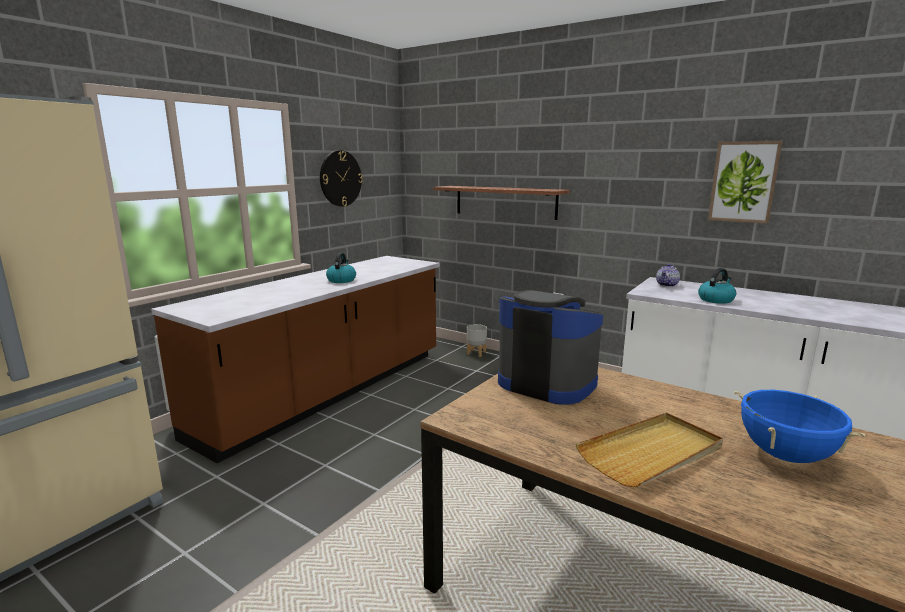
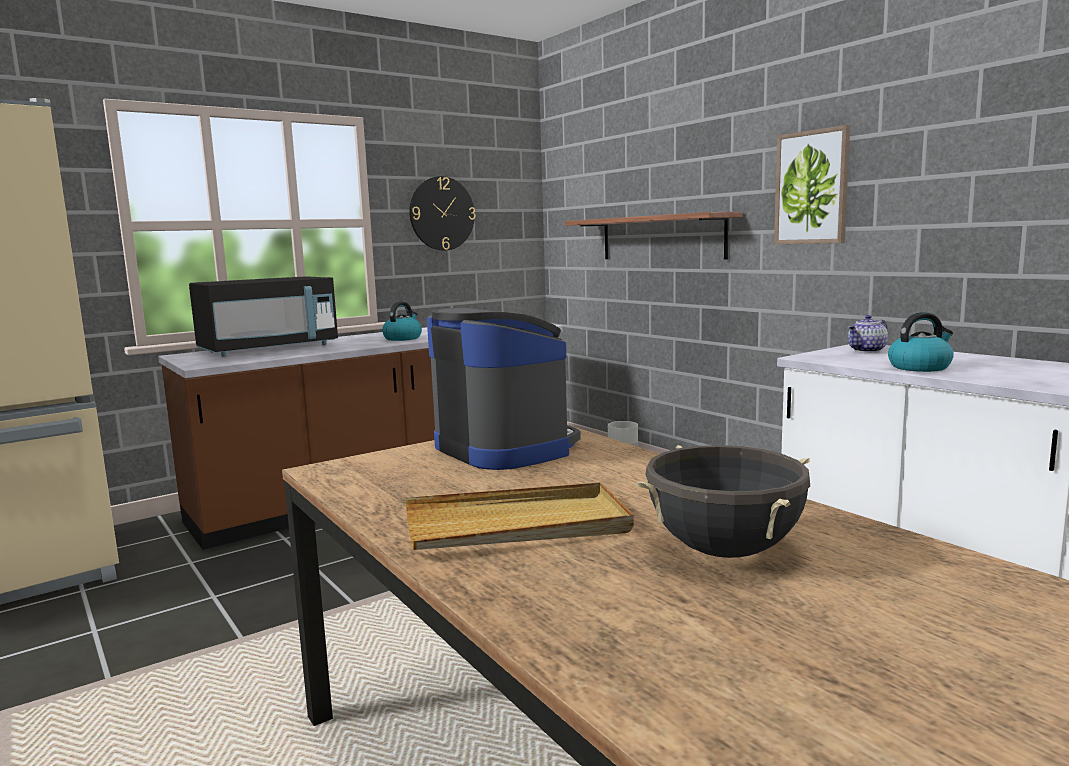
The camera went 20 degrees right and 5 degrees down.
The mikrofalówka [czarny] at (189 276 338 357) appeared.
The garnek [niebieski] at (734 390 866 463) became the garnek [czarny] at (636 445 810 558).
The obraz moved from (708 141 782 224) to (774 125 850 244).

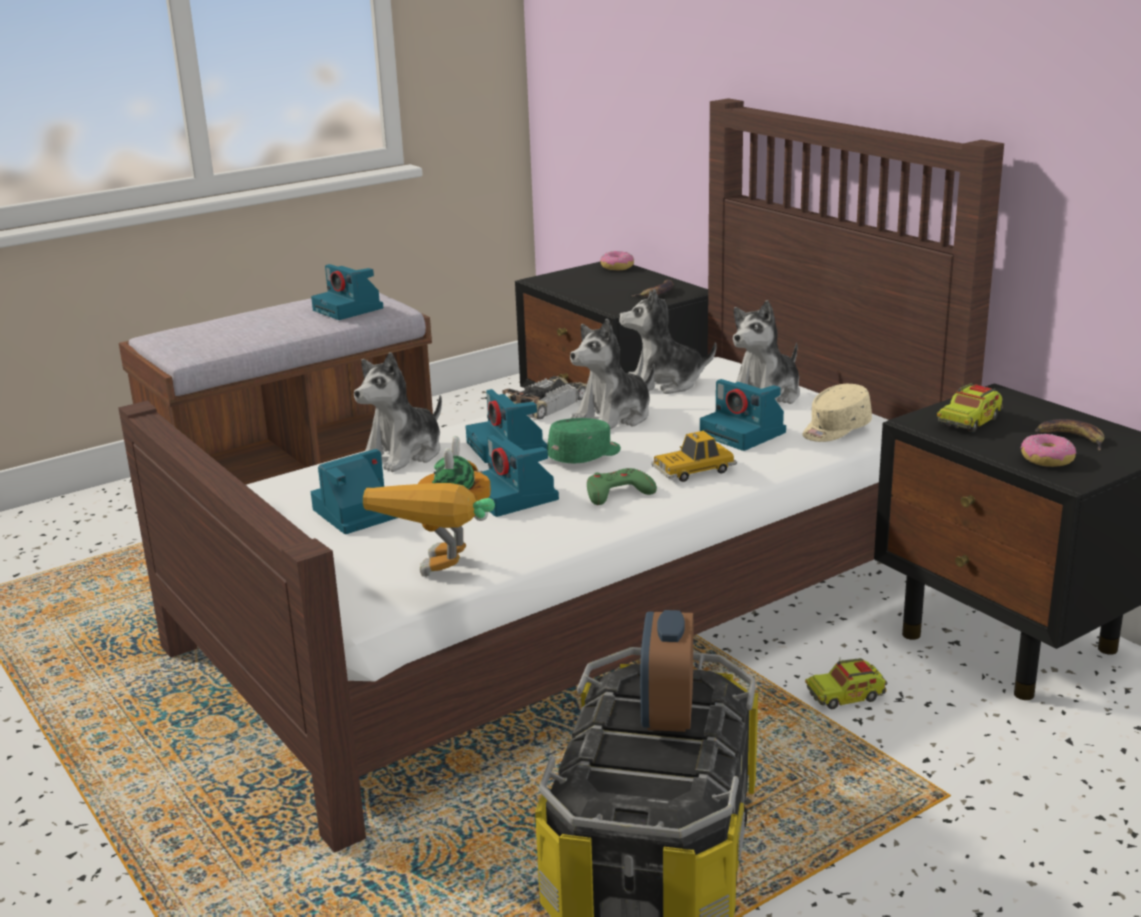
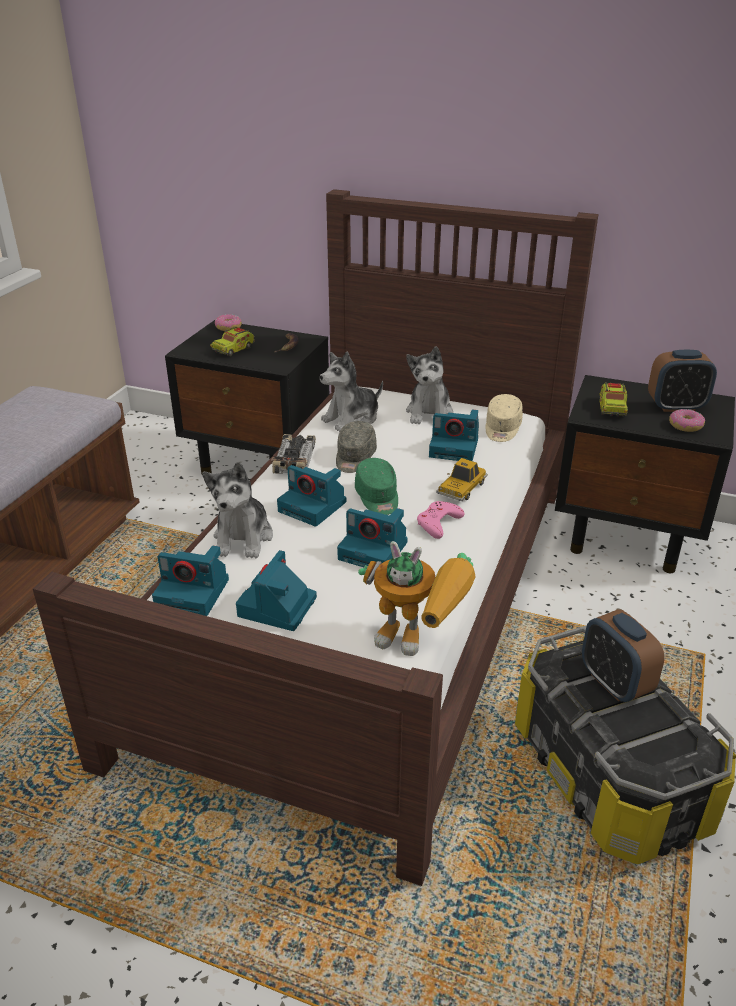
The camera went 35 degrees left and 10 degrees up.
The aparat fotograficzny moved from (311 264 383 320) to (152 546 229 616).
The ciężarówka zabawkowa moved from (805 658 887 709) to (210 327 255 356).
The pluszak at (570 319 655 429) was replaced by the czapka z daszkiem [szary] at (336 421 377 473).
The czapka z daszkiem [zielony] at (547 418 621 463) turned 150 degrees clockwise.
The robot zabawkowy at (363 436 495 577) turned 45 degrees counterclockwise.
The pad do gier [zielony] at (587 468 657 505) became the pad do gier [różowy] at (417 501 465 539).
The banan at (1035 419 1104 451) was replaced by the budzik at (648 350 717 412).

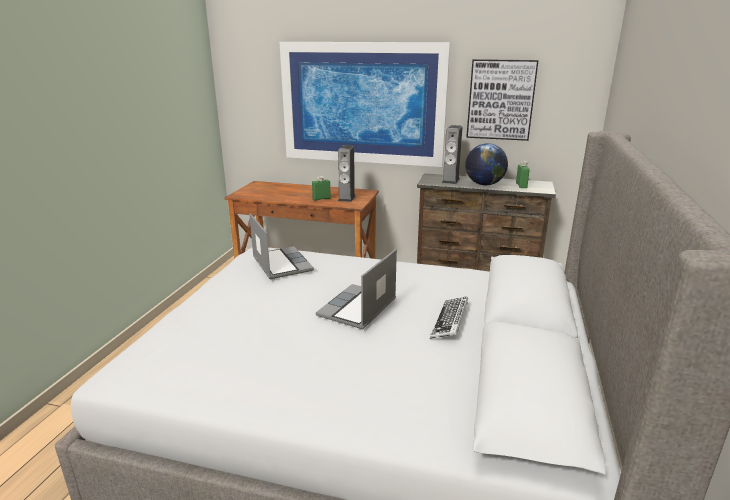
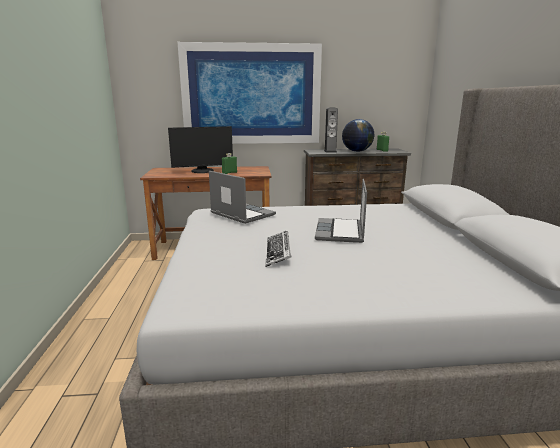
The camera went 20 degrees left and 5 degrees down.
The monitor at (168 126 233 173) appeared.
The klawiatura moved from (430 297 468 339) to (265 231 291 267).
The głośnik at (338 145 355 202) disappeared.
The obraz at (466 59 539 141) disappeared.

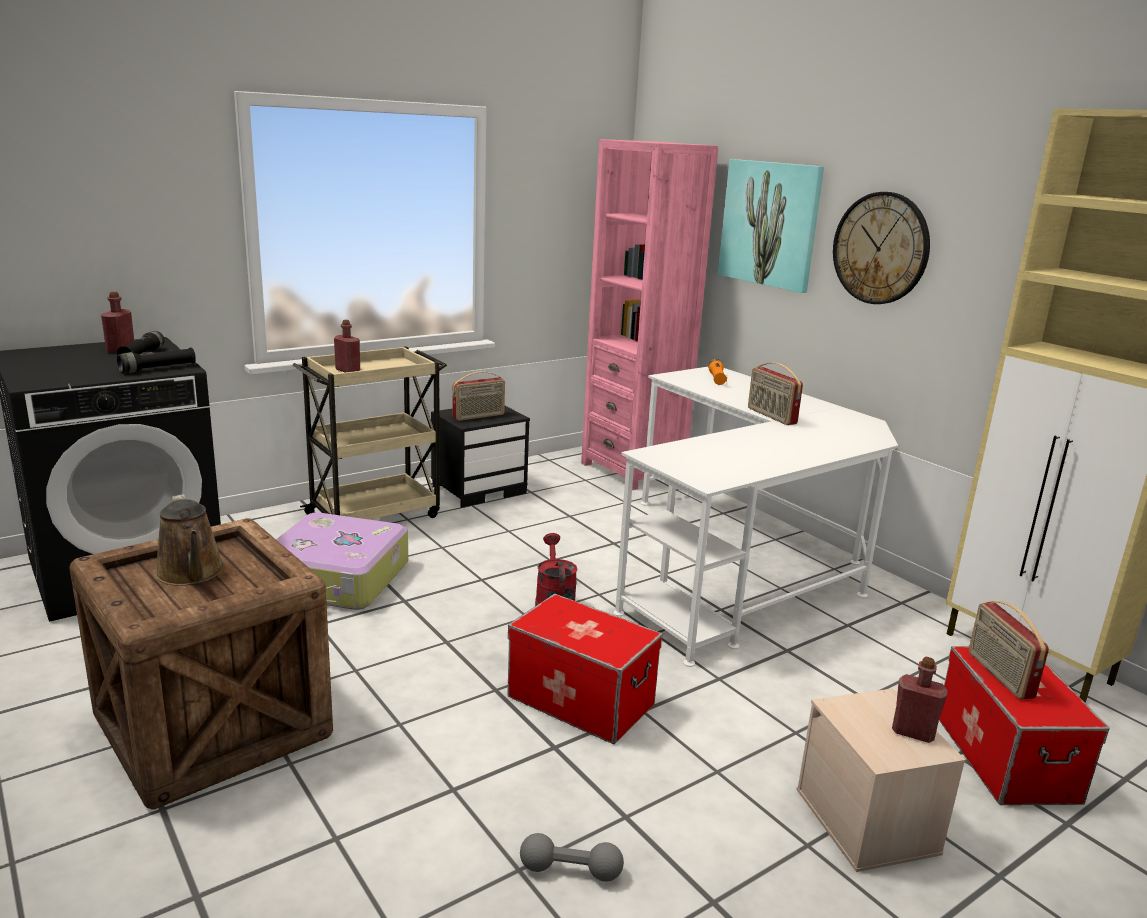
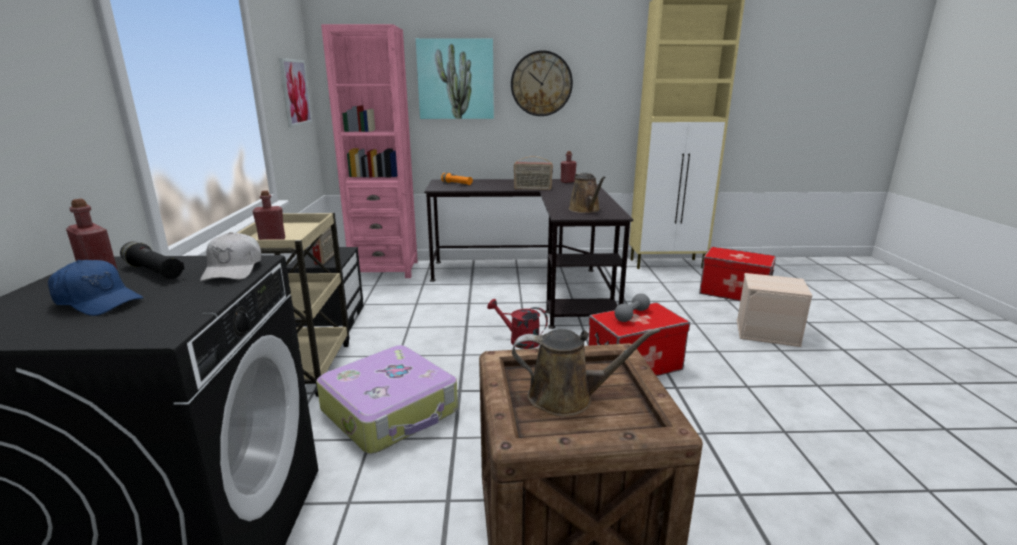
The camera went 55 degrees left and 0 degrees up.
The czapka z daszkiem [niebieski] at (48 260 144 316) appeared.
The latarka [czarny] at (117 347 196 373) was replaced by the czapka z daszkiem [biały] at (200 232 262 281).
The obraz at (279 58 312 127) appeared.
The biurko [biały] at (614 367 898 667) became the biurko [czarny] at (424 179 633 329).
The butelka [czerwony] moved from (892 657 948 743) to (561 151 577 183).
The konewka [brązowy] at (569 173 606 213) appeared.
The hantel [szary] moved from (520 833 624 882) to (615 293 650 322).
The radio at (969 601 1049 699) disappeared.

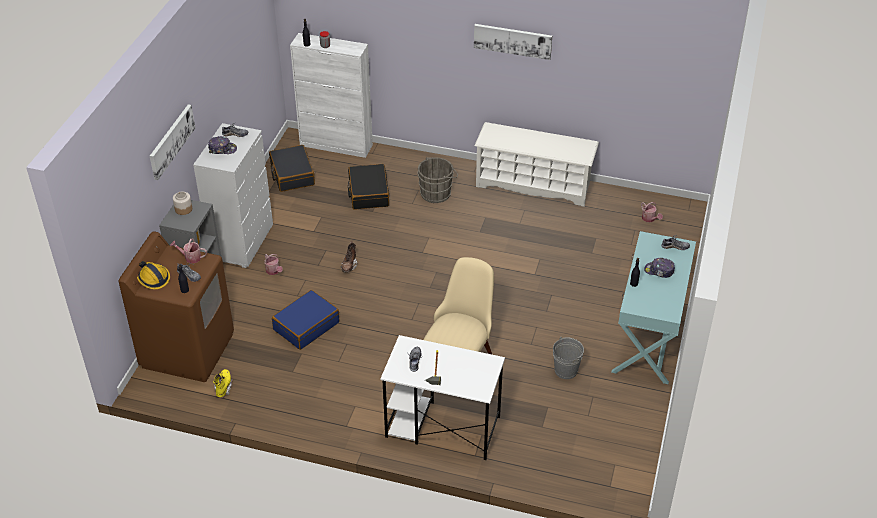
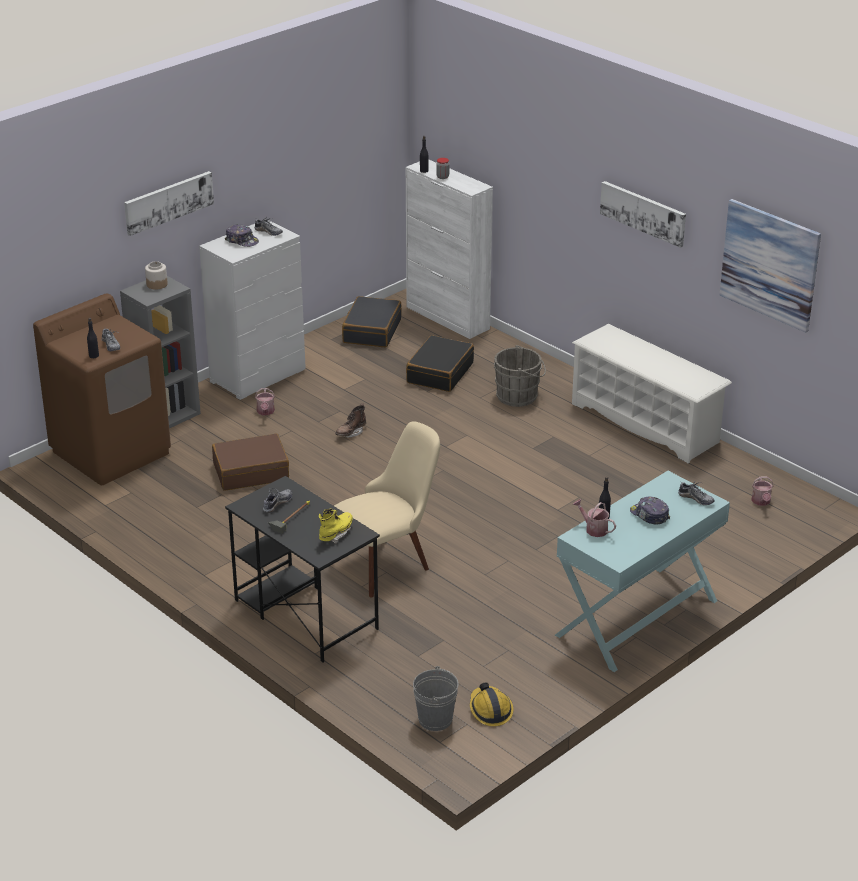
The camera went 30 degrees right and 10 degrees down.
The walizka [niebieski] at (272 290 339 350) became the walizka [brązowy] at (212 434 289 491).
The biurko [biały] at (380 335 505 460) became the biurko [czarny] at (225 476 380 663).
The but z cholewką [żółty] moved from (213 369 233 397) to (319 508 353 544).
The wiadro [szary] moved from (553 337 584 379) to (413 666 459 731).
The kask moved from (137 261 170 289) to (470 683 514 726).
The konewka moved from (170 239 207 263) to (573 499 616 537).
The obraz at (720 199 821 333) appeared.

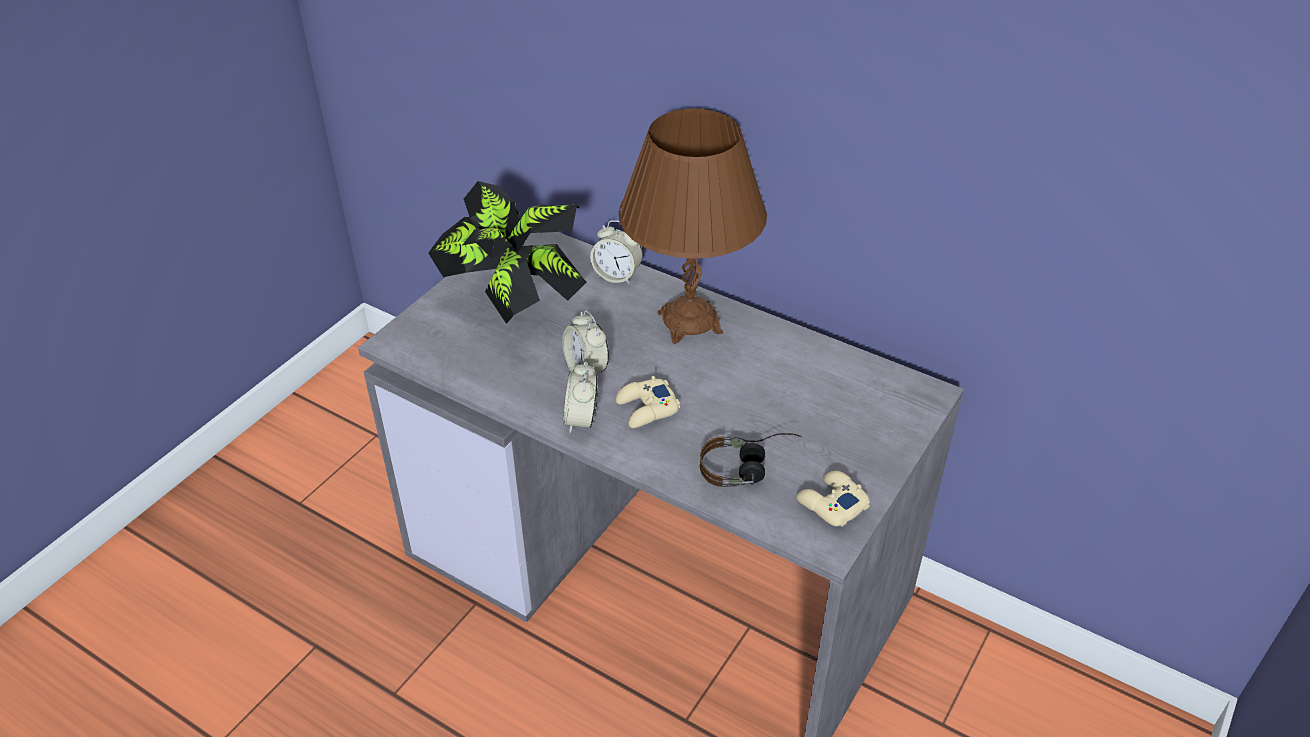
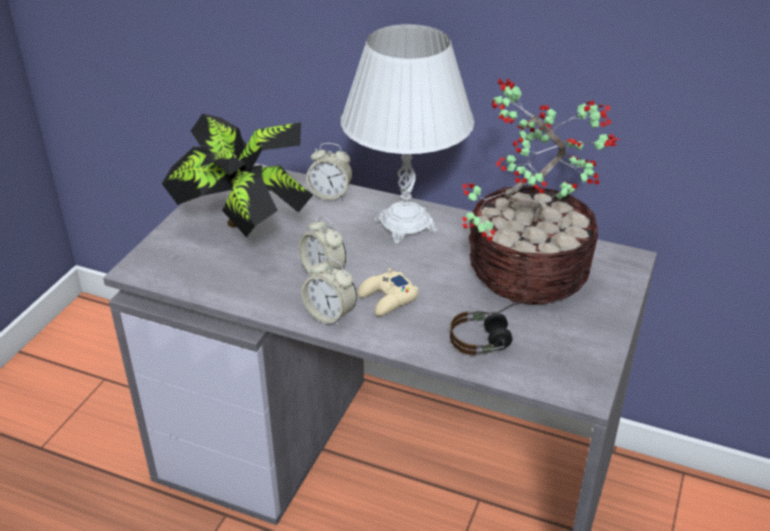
The camera went 10 degrees left and 5 degrees down.
The budzik at (563 362 598 433) turned 45 degrees counterclockwise.
The lampa stołowa [brązowy] at (618 109 767 344) became the lampa stołowa [biały] at (341 24 474 244).
The roślina doniczkowa at (462 79 620 304) appeared.
The pad do gier [beżowy] at (796 471 870 526) disappeared.

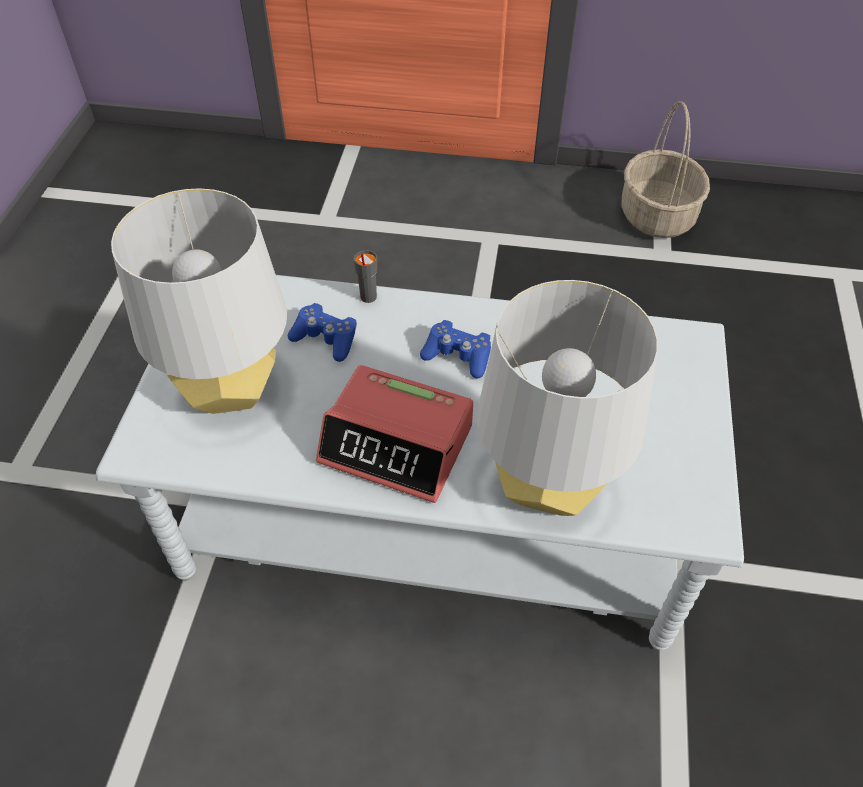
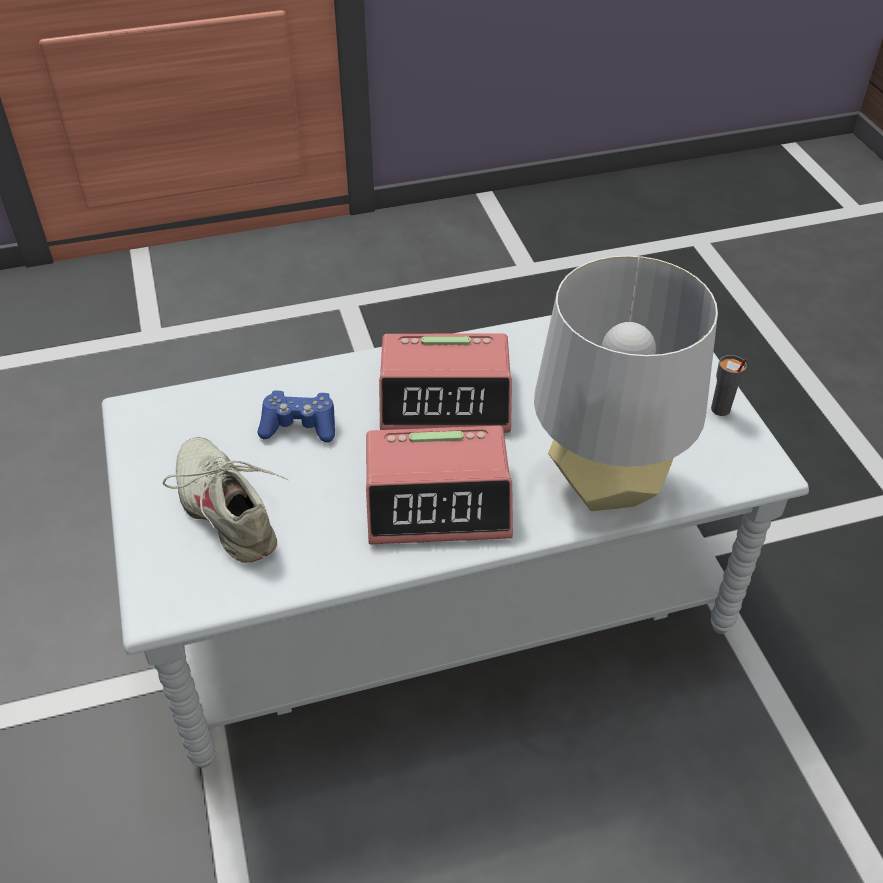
The camera went 25 degrees left and 5 degrees down.
The lampa stołowa [szary] at (111 188 287 414) was replaced by the but [beżowy] at (163 437 289 563).
The pad do gier [niebieski] at (420 320 491 379) was replaced by the budzik at (379 334 512 432).
The filiżanka [szary] moved from (354 250 377 303) to (711 355 747 416).
The koszyk at (622 101 710 238) disappeared.

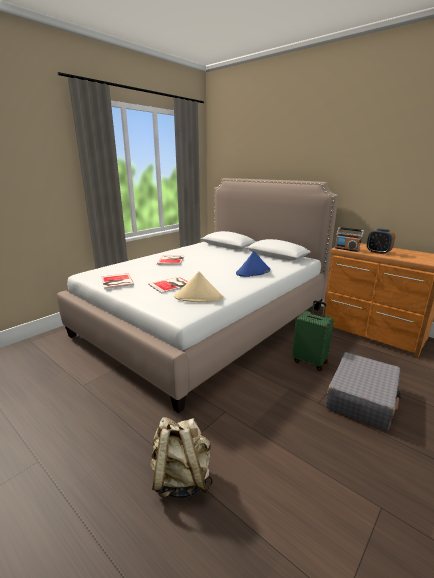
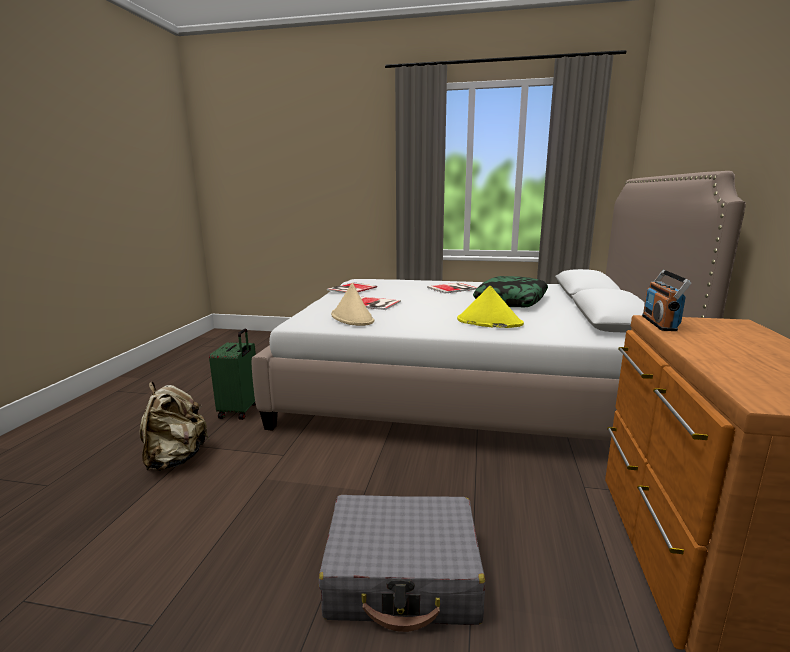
The camera went 60 degrees right and 5 degrees down.
The walizka [zielony] moved from (292 300 334 371) to (209 328 256 420).
The kapelusz [niebieski] at (236 251 270 277) became the kapelusz [żółty] at (457 286 524 328).
The poduszka at (473 276 548 307) appeared.
The budzik at (367 228 395 254) disappeared.

